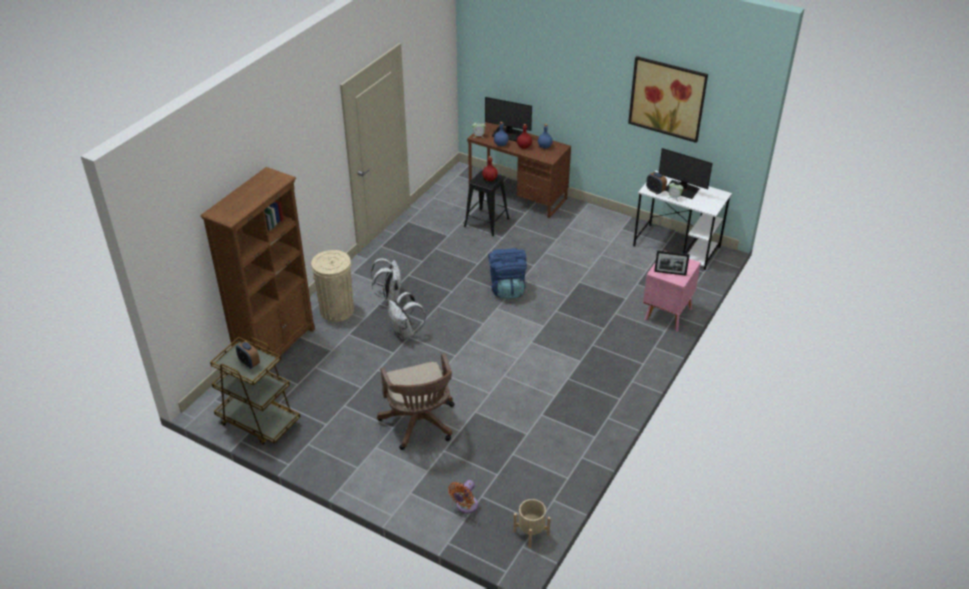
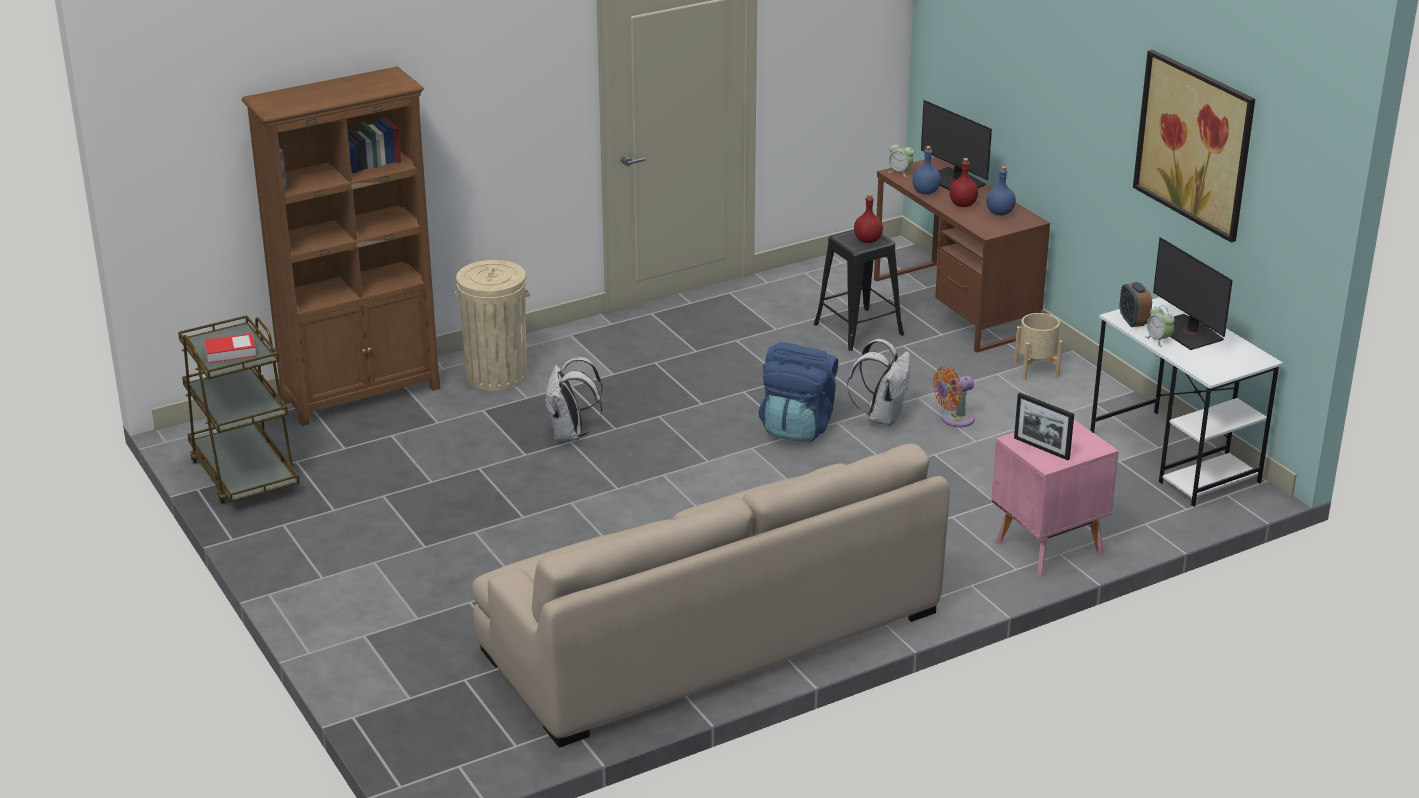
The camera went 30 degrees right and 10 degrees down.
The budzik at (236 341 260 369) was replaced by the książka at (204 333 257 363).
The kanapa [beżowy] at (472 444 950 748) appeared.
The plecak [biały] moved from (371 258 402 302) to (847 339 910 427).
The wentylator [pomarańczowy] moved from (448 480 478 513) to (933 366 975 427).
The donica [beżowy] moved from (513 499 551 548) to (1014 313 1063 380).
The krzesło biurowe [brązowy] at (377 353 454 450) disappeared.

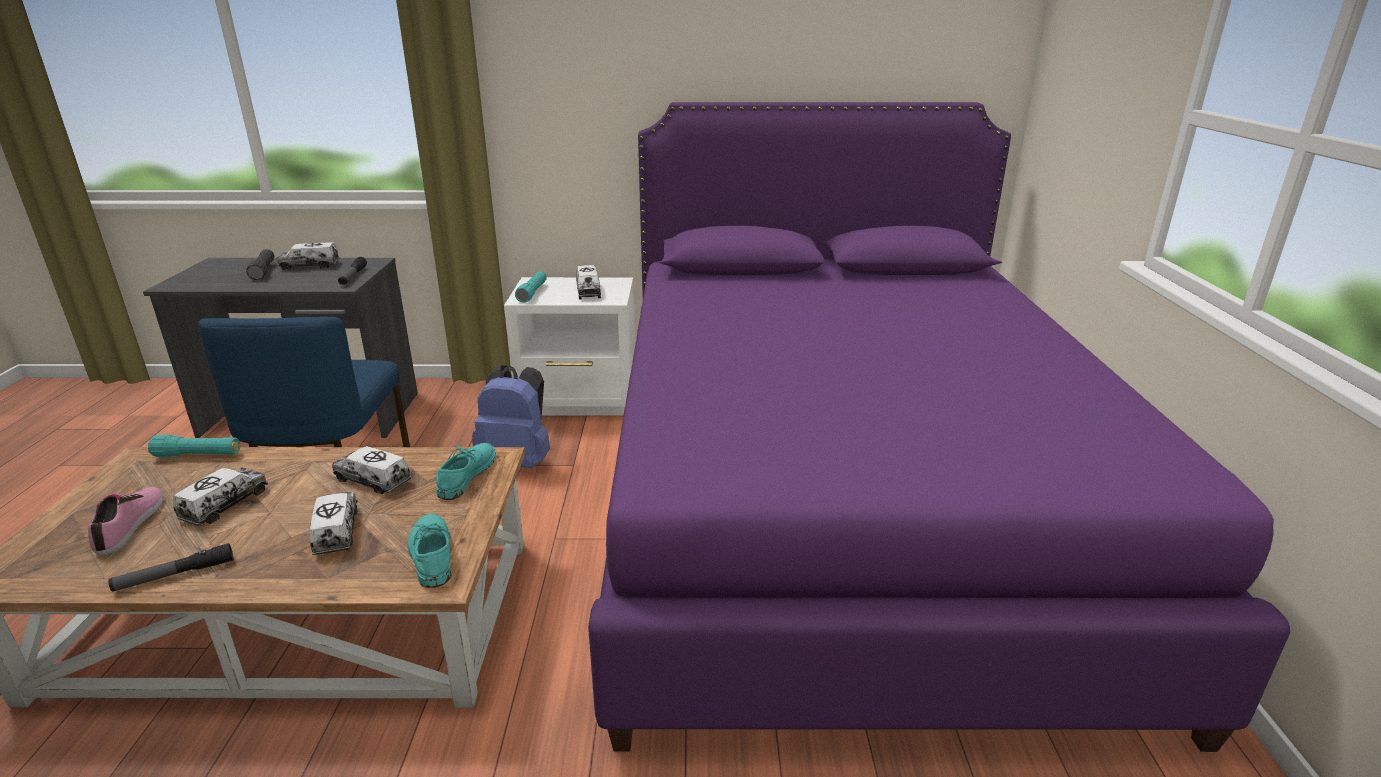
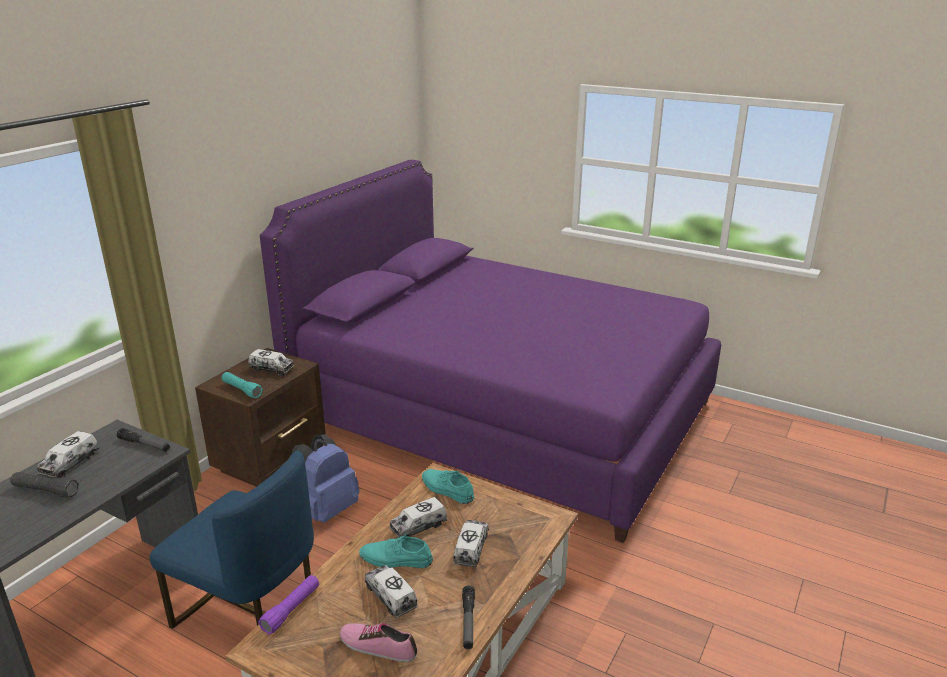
The camera went 60 degrees left and 0 degrees up.
The szafka nocna [biały] at (504 277 635 415) became the szafka nocna [brązowy] at (195 348 326 487).
The latarka [turkusowy] at (148 435 240 457) became the latarka [fioletowy] at (258 575 319 634).
The but [turkusowy] moved from (407 514 451 588) to (359 534 433 568).
The ciężarówka zabawkowa at (310 492 358 555) turned 90 degrees clockwise.

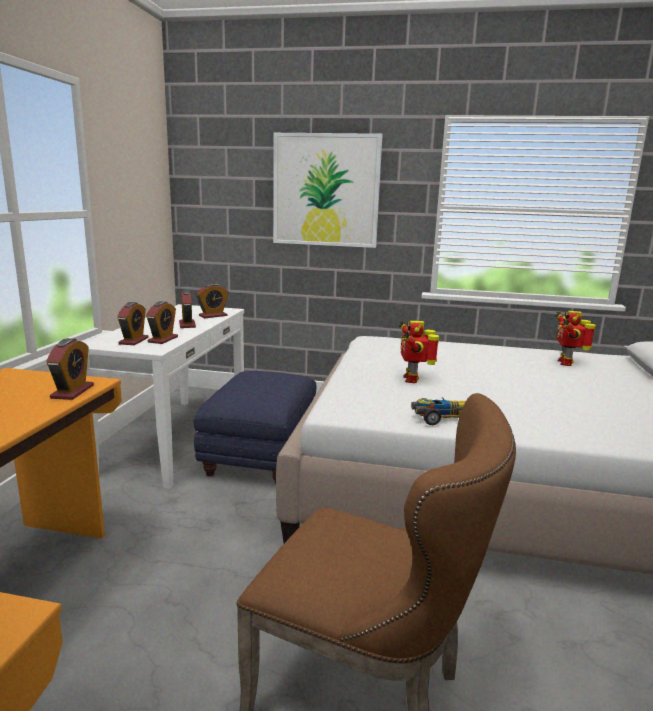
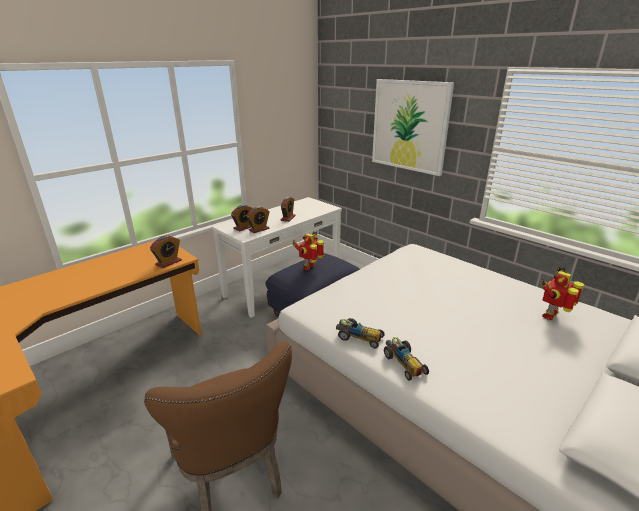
The camera went 35 degrees right and 10 degrees up.
The robot zabawkowy moved from (399 320 439 383) to (293 231 324 270).
The samochodzik at (384 337 429 381) appeared.
The budzik at (196 284 229 318) disappeared.

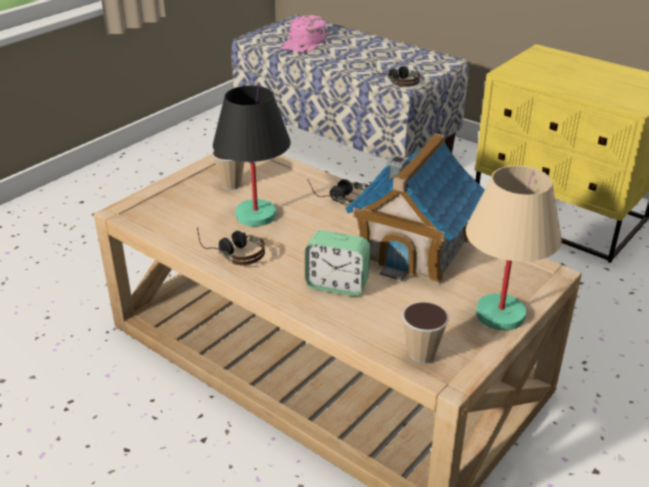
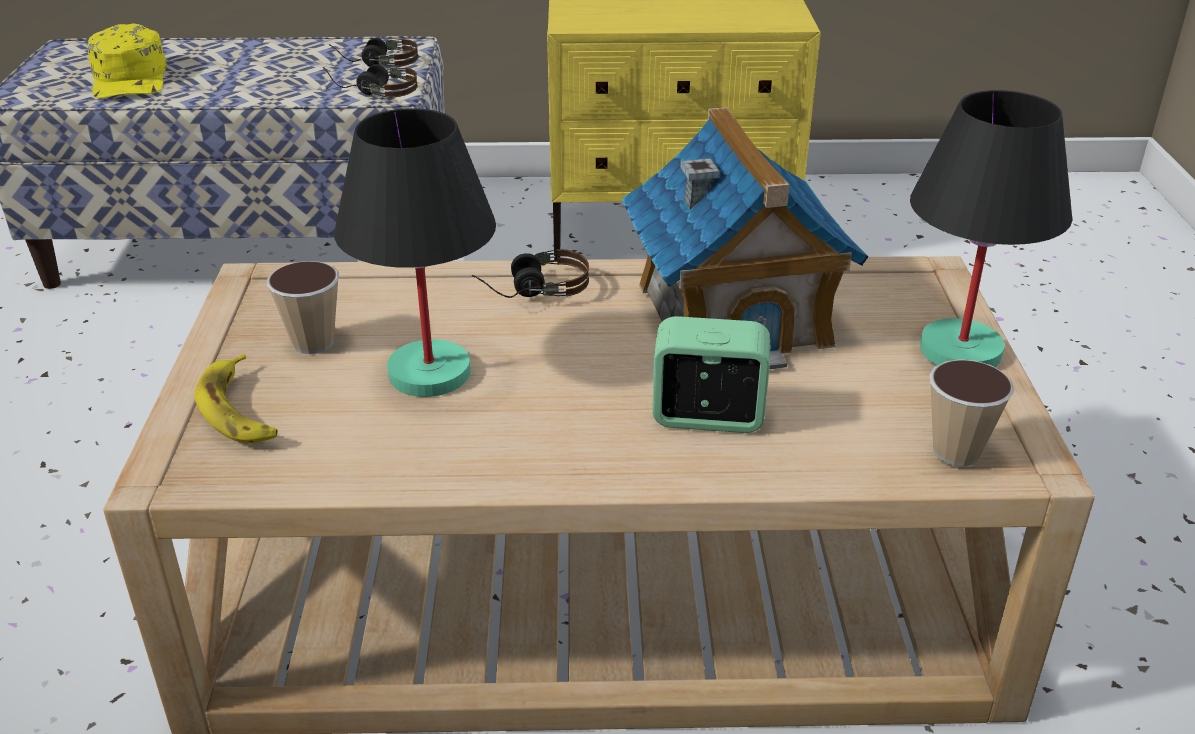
The camera went 40 degrees left and 0 degrees up.
The czapka z daszkiem [różowy] at (280 15 327 53) became the czapka z daszkiem [żółty] at (87 23 167 98).
The banan at (194 354 278 443) appeared.
The słuchawki moved from (197 227 265 265) to (329 38 418 67).
The budzik at (305 230 370 296) turned 150 degrees counterclockwise.
The lampa stołowa [beżowy] at (466 165 562 330) became the lampa stołowa [czarny] at (910 90 1072 367).

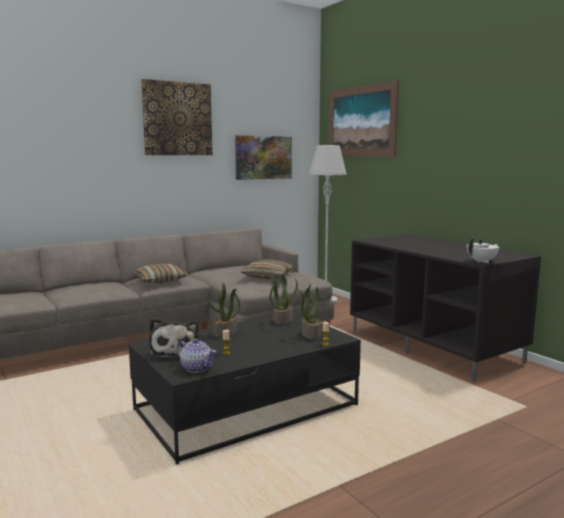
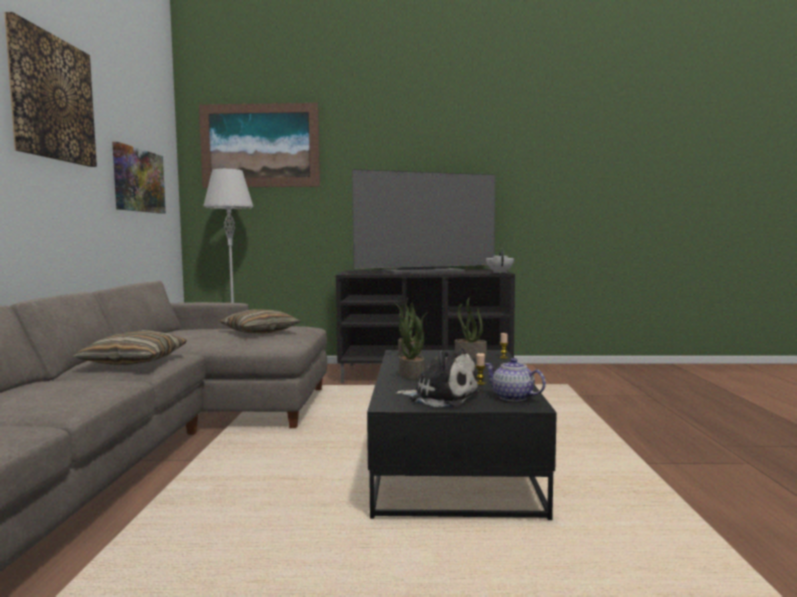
The camera went 55 degrees left and 5 degrees down.
The telewizor at (352 169 495 274) appeared.
The imbryk at (177 339 216 373) turned 120 degrees counterclockwise.

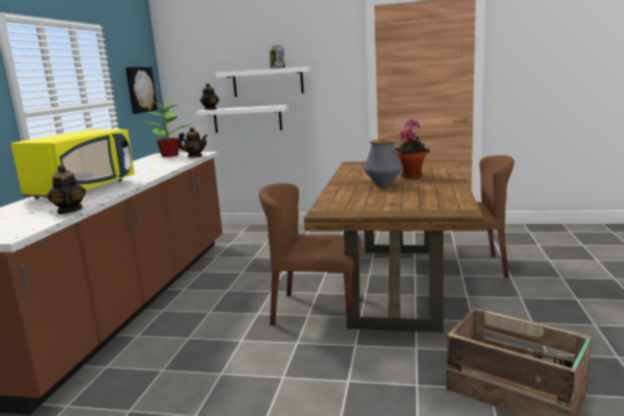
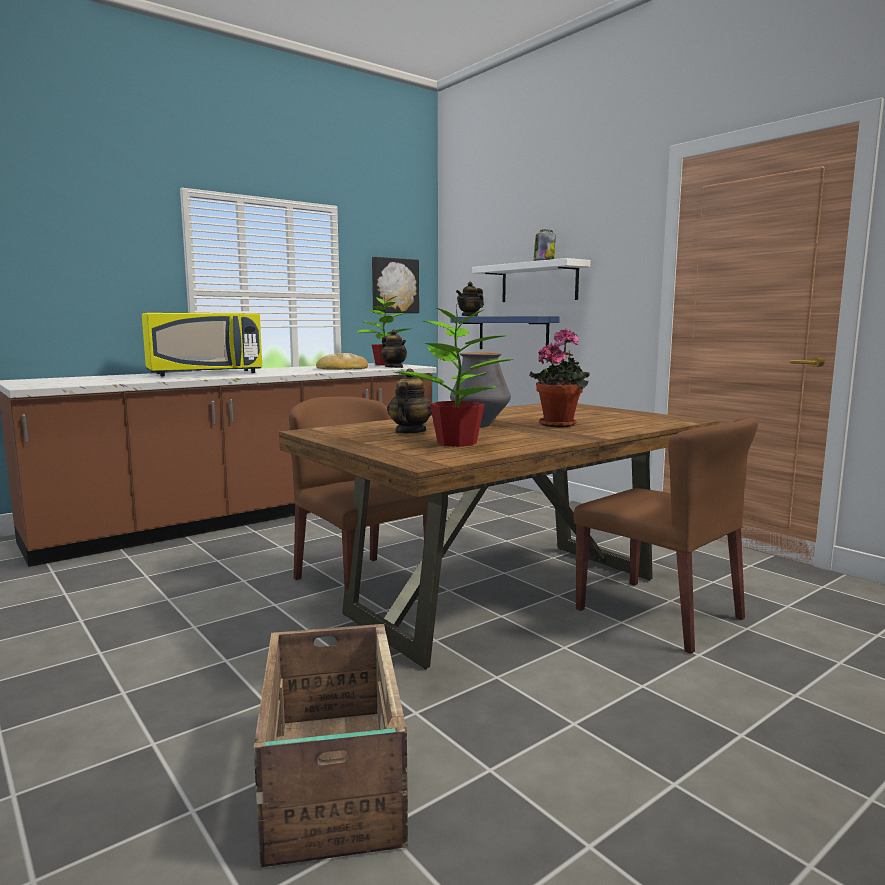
The camera went 40 degrees right and 5 degrees down.
The chleb at (316 353 368 370) appeared.
The imbryk moved from (47 165 86 214) to (387 368 432 434).
The roślina doniczkowa at (394 300 514 447) appeared.
The półka [biały] at (196 105 290 133) became the półka [niebieski] at (450 316 560 349).

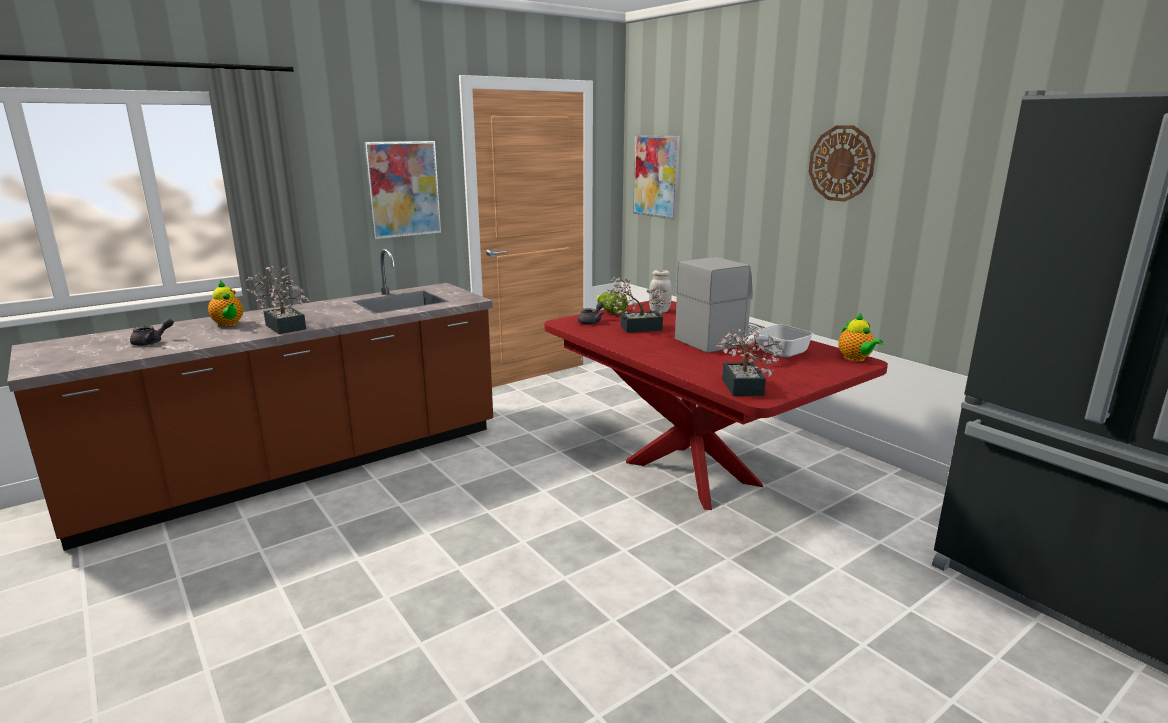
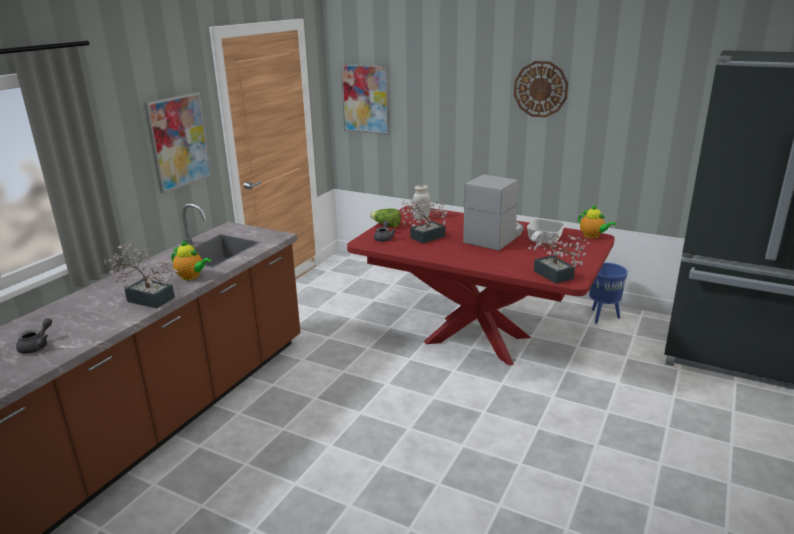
The camera went 25 degrees left and 5 degrees up.
The imbryk moved from (208 281 243 326) to (171 240 211 280).
The donica [niebieski] at (589 263 628 324) appeared.

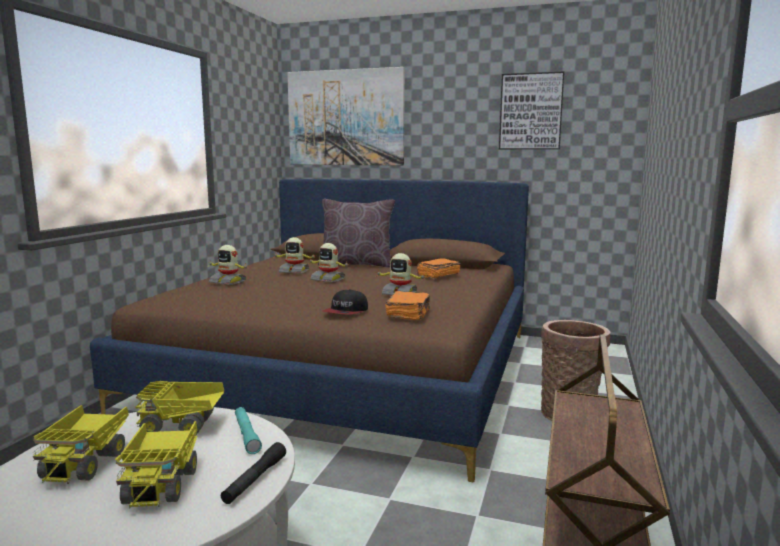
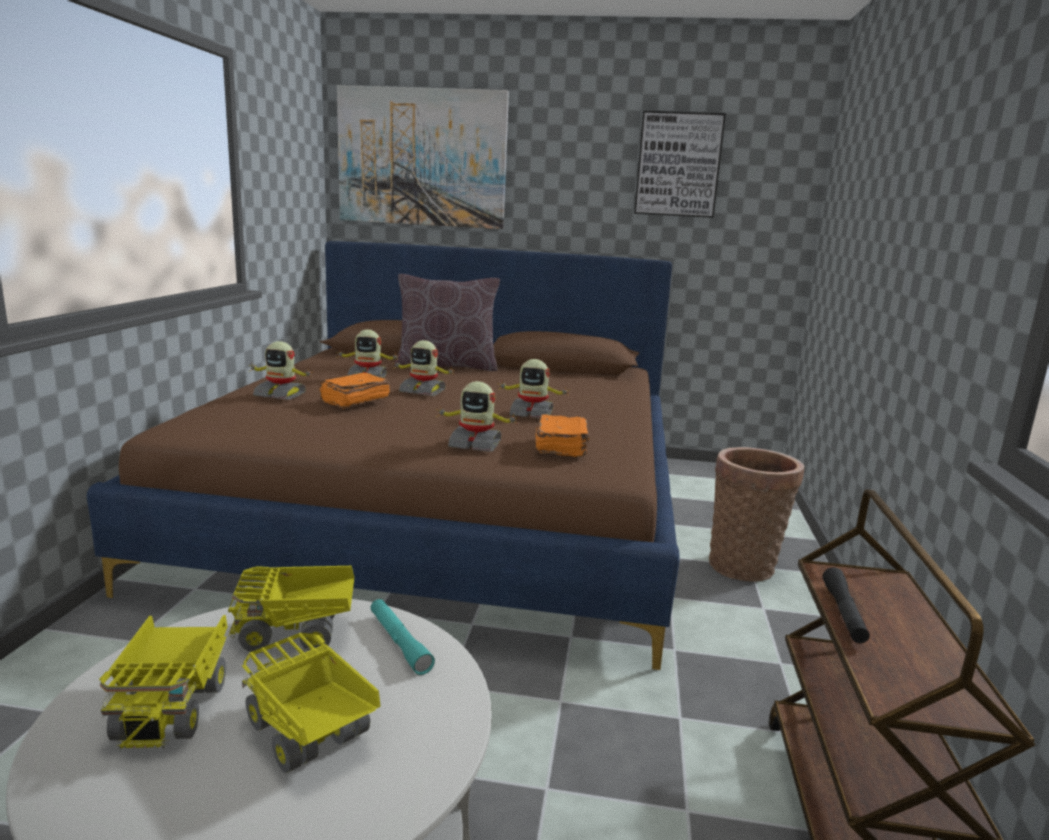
The camera went 10 degrees left and 5 degrees up.
The ciężarówka zabawkowa at (115 421 197 509) turned 150 degrees clockwise.
The książka [pomarańczowy] moved from (417 258 460 279) to (319 373 390 409).
The czapka z daszkiem at (323 289 368 315) was replaced by the robot zabawkowy at (436 381 520 452).
The latarka [czarny] moved from (221 442 286 504) to (823 567 870 643).

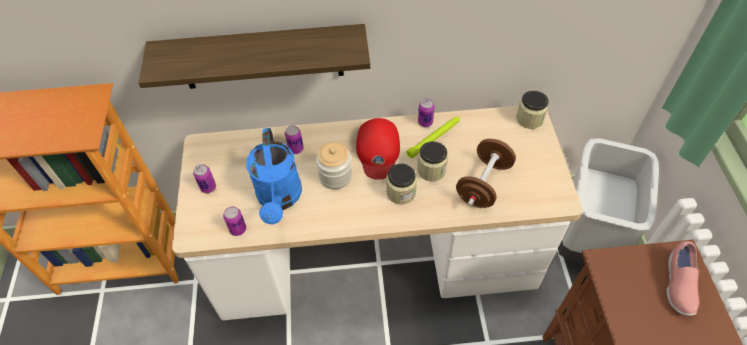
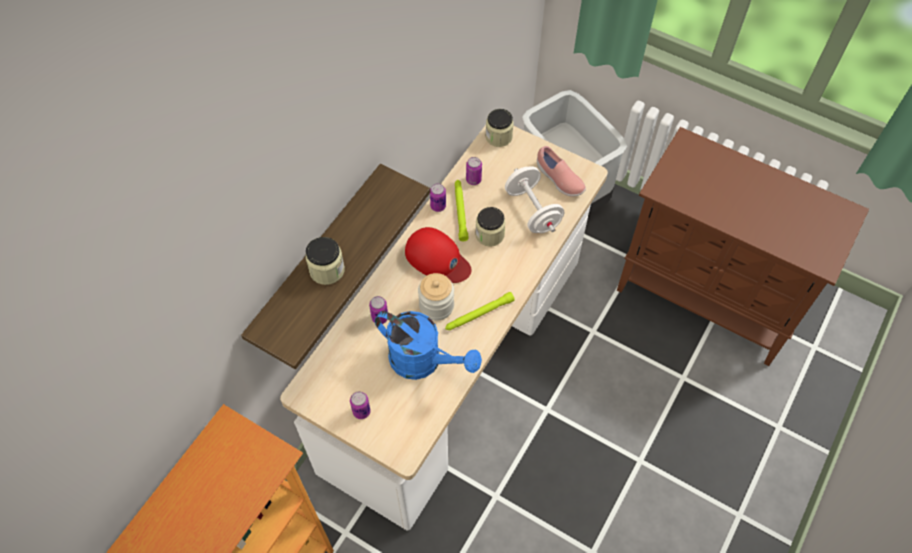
The camera went 55 degrees left and 5 degrees up.
The słoik moved from (386 163 417 205) to (305 237 345 285).
The latarka [zielony] at (445 292 515 330) appeared.
The puszka moved from (223 206 246 236) to (466 157 482 185).
The hantel [brązowy] at (456 139 516 208) became the hantel [biały] at (505 166 564 233).
The but [różowy] moved from (667 241 699 316) to (537 146 586 197).

